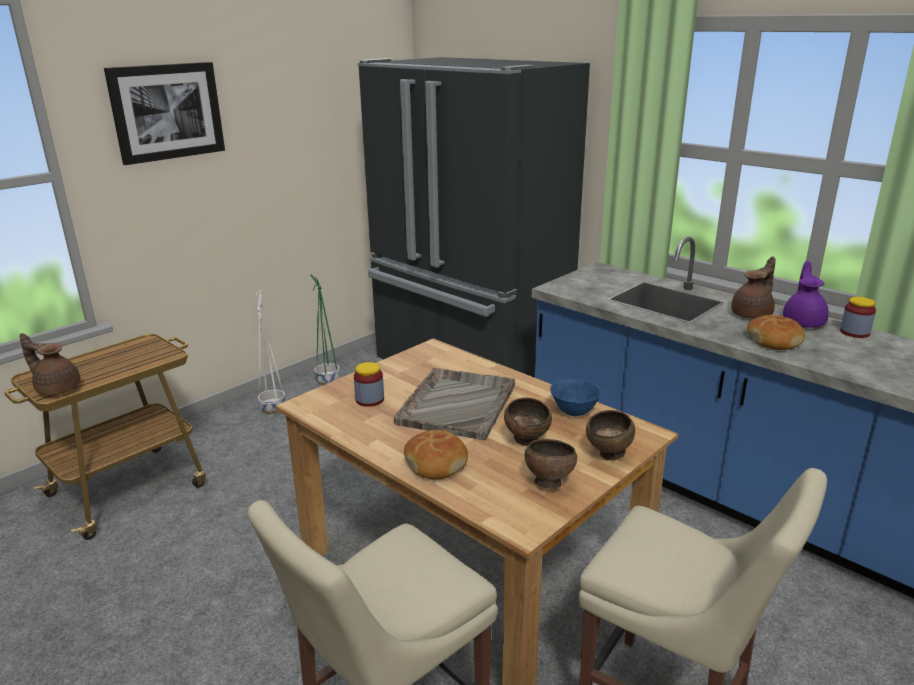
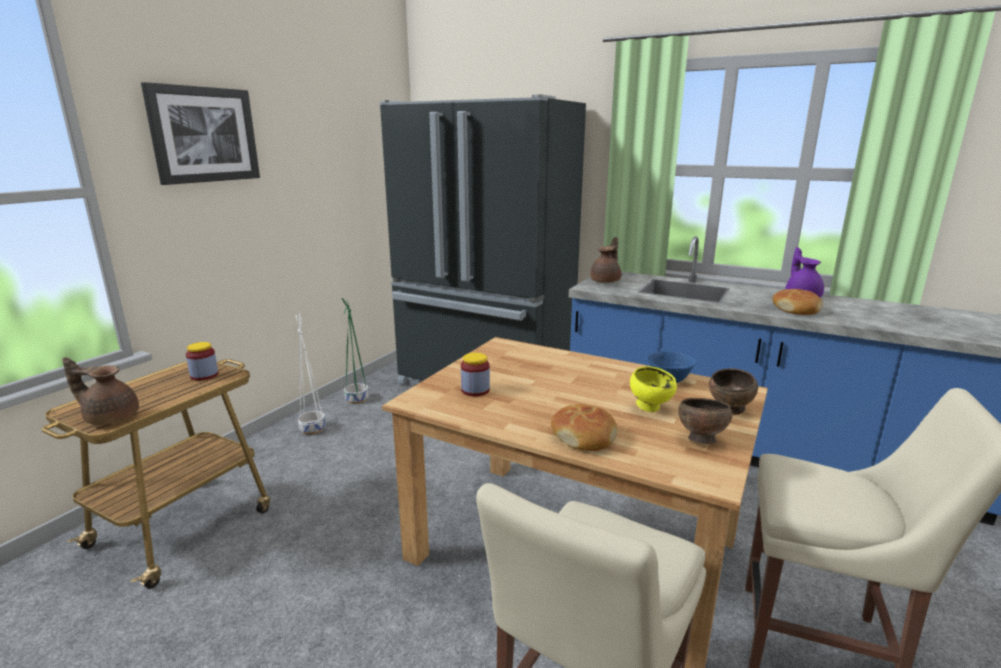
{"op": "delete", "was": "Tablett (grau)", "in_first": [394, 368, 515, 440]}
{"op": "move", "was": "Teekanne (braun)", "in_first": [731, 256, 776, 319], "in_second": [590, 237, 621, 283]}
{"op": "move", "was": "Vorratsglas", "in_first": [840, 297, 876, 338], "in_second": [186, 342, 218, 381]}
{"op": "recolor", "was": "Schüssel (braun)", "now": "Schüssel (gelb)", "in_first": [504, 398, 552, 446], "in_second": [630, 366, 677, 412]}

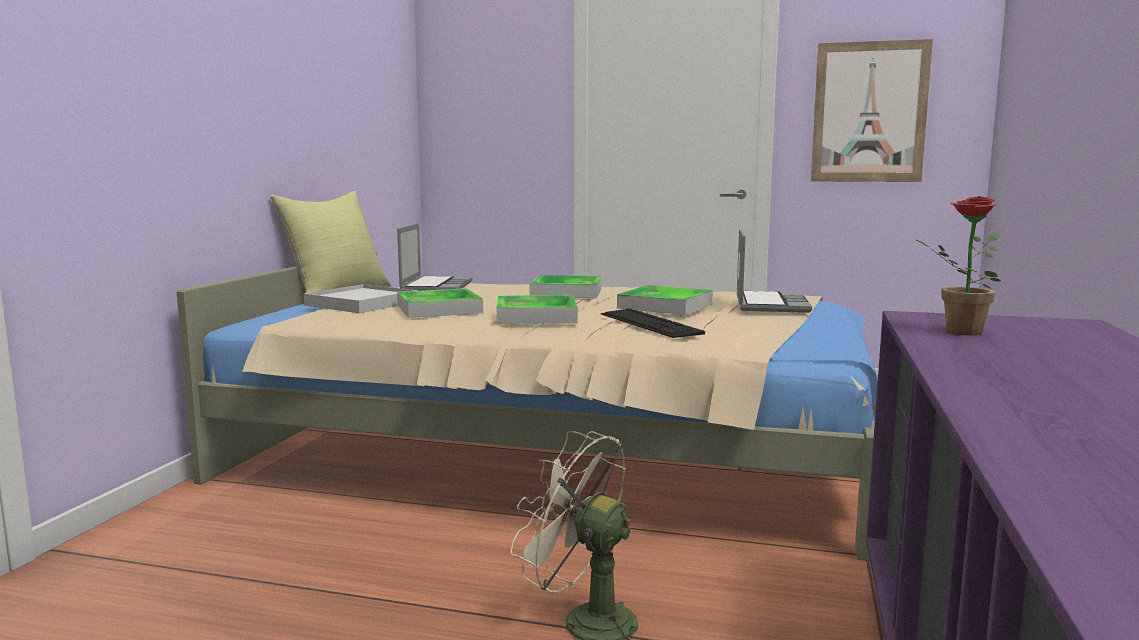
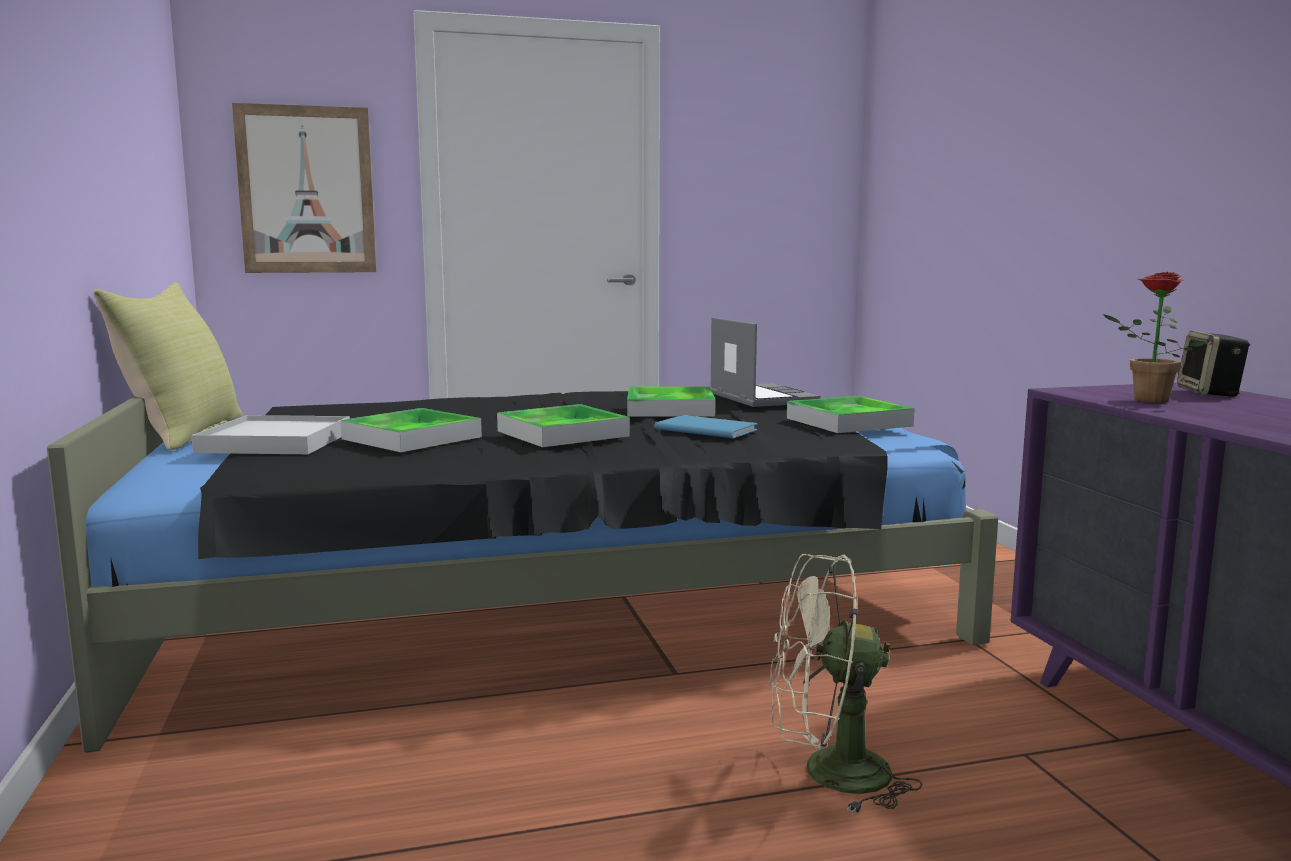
{"op": "delete", "was": "Laptop", "in_first": [397, 223, 472, 291]}
{"op": "insert", "now": "Lautsprecher", "in_second": [1177, 331, 1250, 397]}
{"op": "move", "was": "Tablett", "in_first": [529, 275, 601, 298], "in_second": [787, 396, 915, 433]}
{"op": "move", "was": "Bild", "in_first": [811, 39, 933, 182], "in_second": [232, 103, 376, 273]}
{"op": "replace", "was": "Tastatur", "now": "Buch (blau)", "in_first": [601, 308, 705, 338], "in_second": [654, 415, 758, 438]}
{"op": "recolor", "was": "Bett (beige)", "now": "Bett (schwarz)", "in_first": [177, 251, 878, 561], "in_second": [47, 391, 998, 753]}

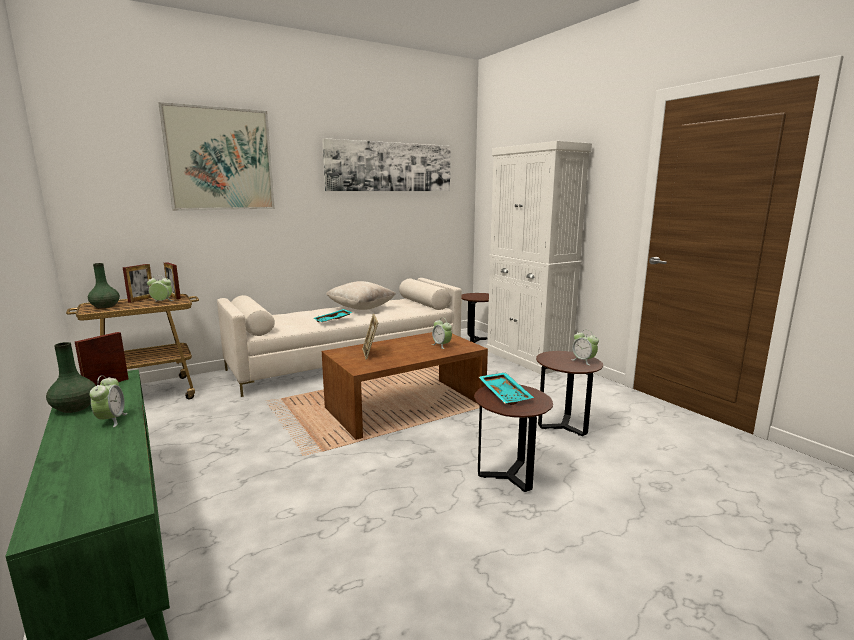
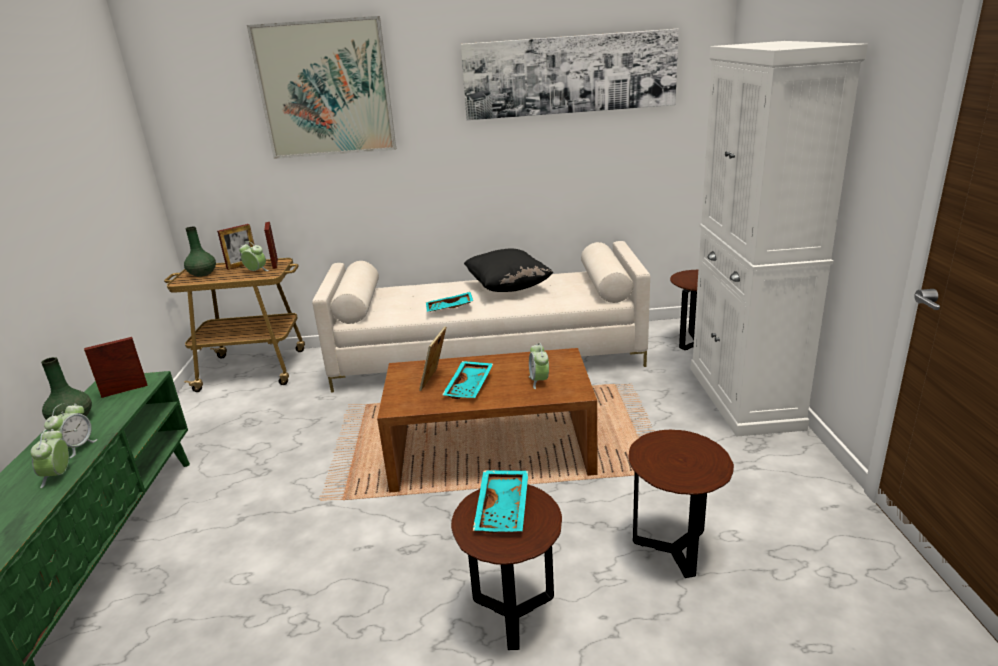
{"op": "insert", "now": "Tablett (türkis)", "in_second": [442, 361, 493, 399]}
{"op": "move", "was": "Wecker", "in_first": [571, 330, 599, 365], "in_second": [30, 429, 69, 488]}
{"op": "recolor", "was": "Kissen (beige)", "now": "Kissen (schwarz)", "in_first": [326, 281, 396, 310], "in_second": [464, 249, 553, 292]}

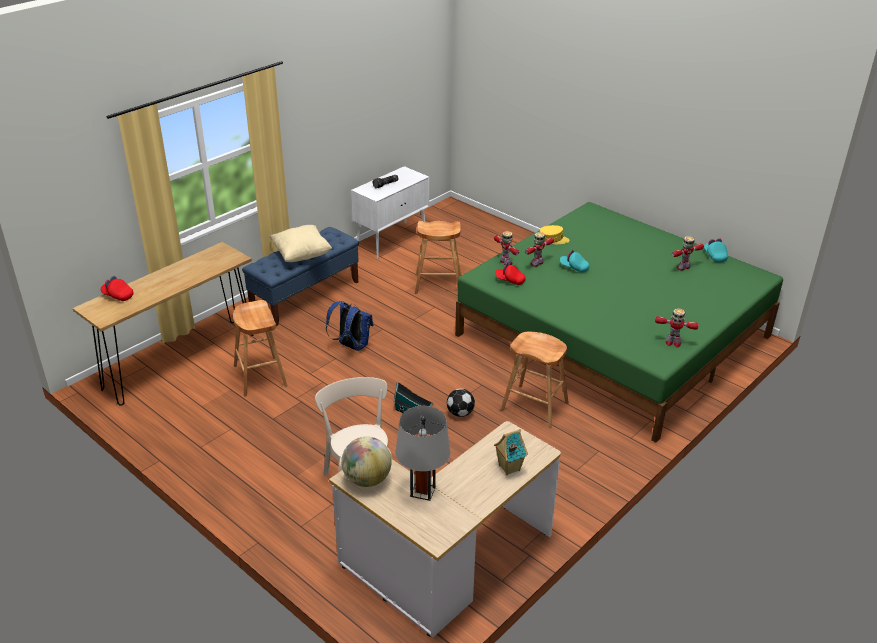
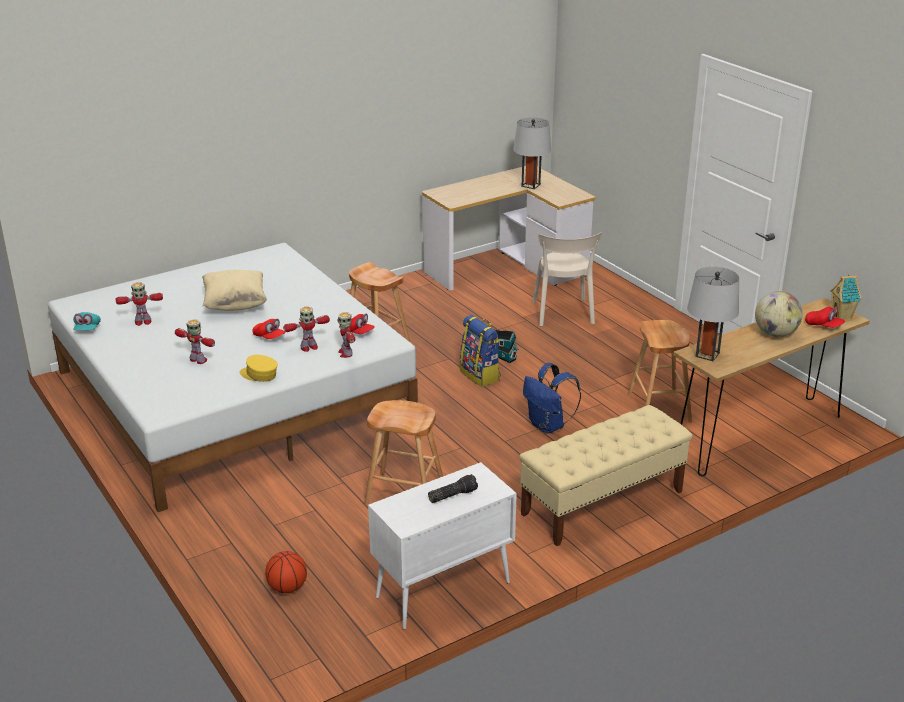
{"op": "delete", "was": "Fußball", "in_first": [447, 389, 475, 417]}
{"op": "insert", "now": "Basketball", "in_second": [265, 551, 307, 593]}
{"op": "insert", "now": "Rucksack", "in_second": [460, 315, 501, 387]}
{"op": "insert", "now": "Tischlampe (grau)", "in_second": [687, 267, 739, 361]}
{"op": "move", "was": "Kissen (beige)", "in_first": [269, 225, 332, 262], "in_second": [202, 270, 267, 311]}
{"op": "move", "was": "Globus", "in_first": [341, 436, 392, 487], "in_second": [755, 291, 803, 337]}
{"op": "move", "was": "Spielzeughaus", "in_first": [494, 429, 528, 475], "in_second": [830, 275, 862, 319]}
{"op": "move", "was": "Spielzeugroboter", "in_first": [655, 308, 699, 347], "in_second": [175, 320, 215, 364]}
{"op": "recolor", "was": "Bank (blau)", "now": "Bank (beige)", "in_first": [242, 227, 359, 326], "in_second": [519, 405, 692, 546]}
{"op": "recolor", "was": "Bett (grün)", "now": "Bett (weiß)", "in_first": [455, 202, 783, 443], "in_second": [48, 243, 418, 512]}
{"op": "recolor", "was": "Kappe (türkis)", "now": "Kappe (rot)", "in_first": [560, 249, 589, 273], "in_second": [252, 319, 286, 339]}

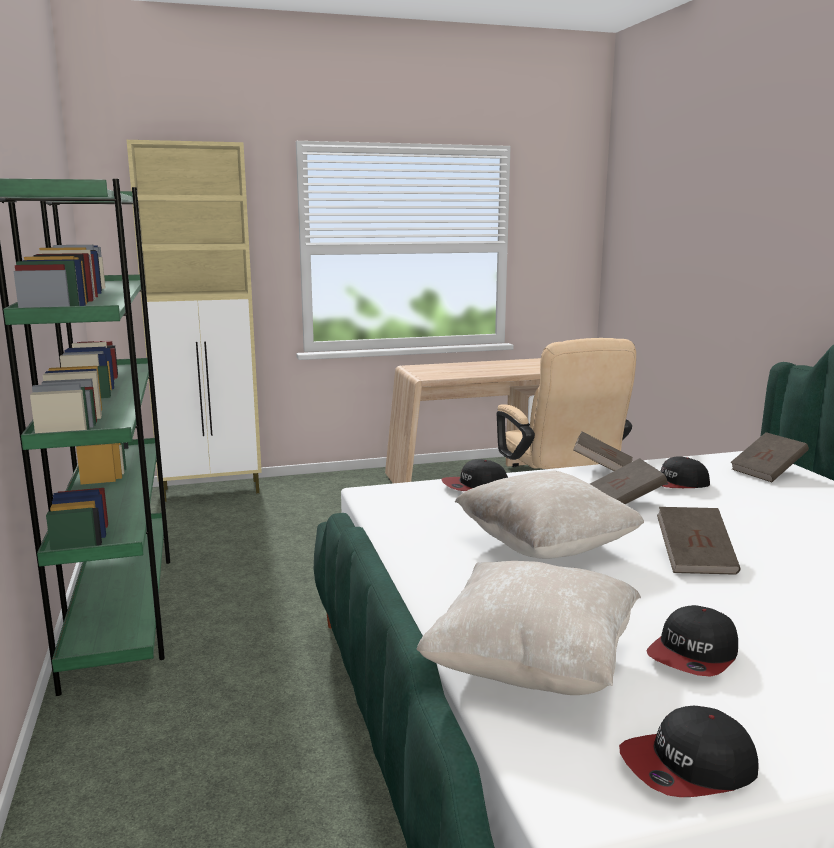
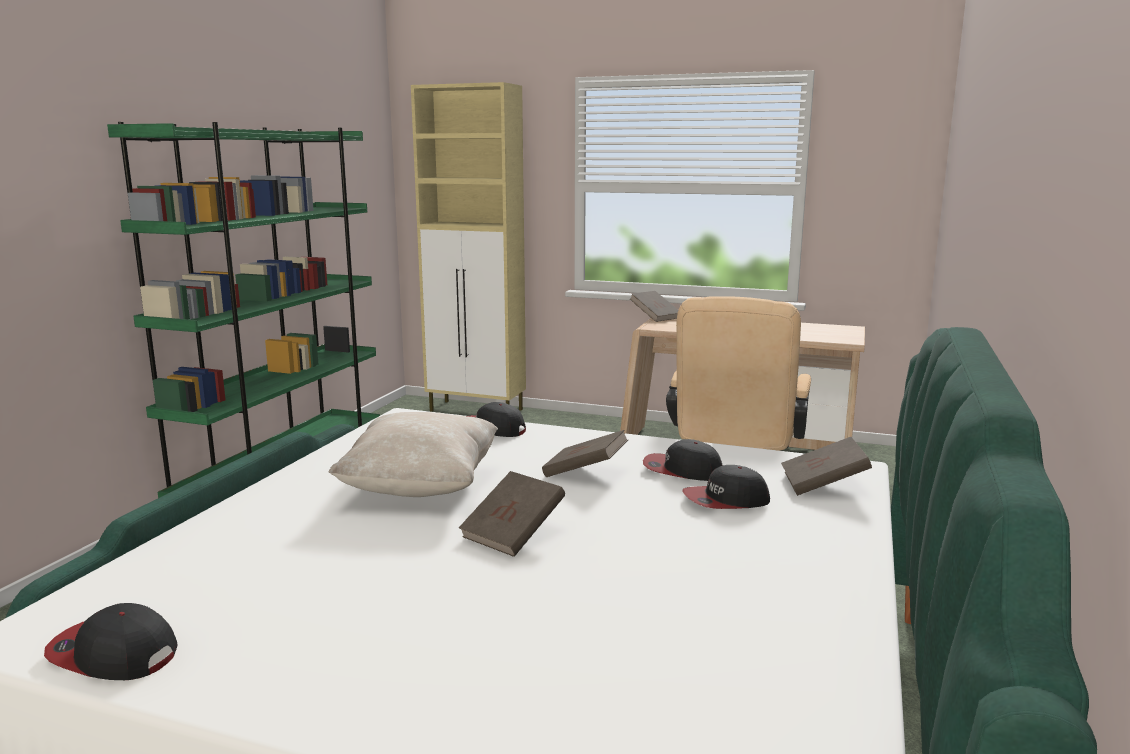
{"op": "delete", "was": "Kissen (beige)", "in_first": [416, 561, 641, 695]}
{"op": "move", "was": "Buch (braun)", "in_first": [573, 432, 633, 471], "in_second": [630, 291, 678, 322]}
{"op": "move", "was": "Kappe", "in_first": [647, 605, 738, 677], "in_second": [682, 465, 770, 509]}

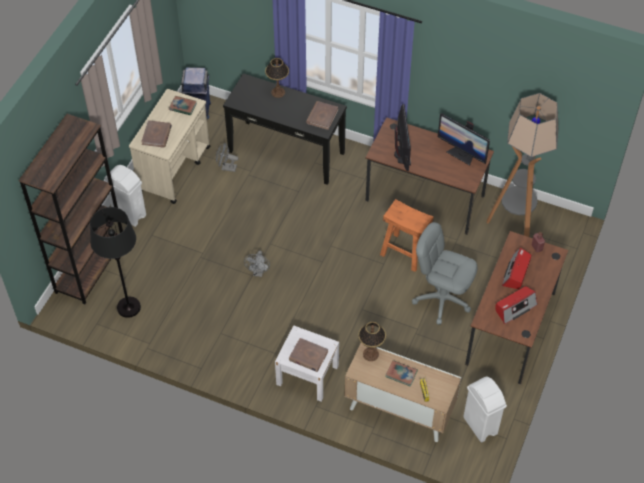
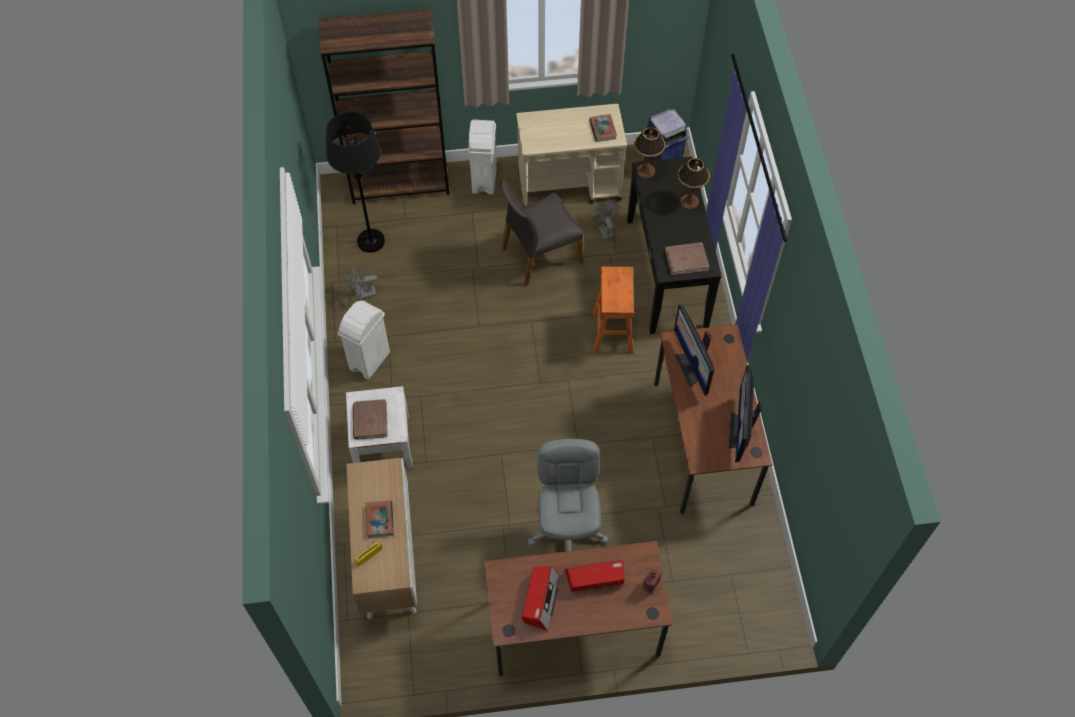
{"op": "delete", "was": "Buch (braun)", "in_first": [141, 120, 172, 148]}
{"op": "delete", "was": "Stehlampe", "in_first": [487, 93, 558, 237]}
{"op": "insert", "now": "Stuhl (grau)", "in_second": [501, 180, 583, 286]}
{"op": "move", "was": "Ventilator (grau)", "in_first": [244, 251, 270, 277], "in_second": [347, 266, 377, 300]}
{"op": "move", "was": "Tischlampe", "in_first": [358, 322, 386, 361], "in_second": [634, 127, 665, 178]}
{"op": "move", "was": "Hocker (orange)", "in_first": [380, 199, 434, 272], "in_second": [593, 266, 634, 354]}
{"op": "move", "was": "Mülleimer (weiß)", "in_first": [463, 376, 507, 442], "in_second": [338, 301, 390, 380]}
{"op": "rotate", "was": "Monitor", "in_first": [394, 104, 411, 171], "in_second": [674, 304, 714, 396], "clockwise": 105}
{"op": "rotate", "was": "Radio", "in_first": [495, 286, 538, 324], "in_second": [522, 566, 560, 631], "clockwise": -105}

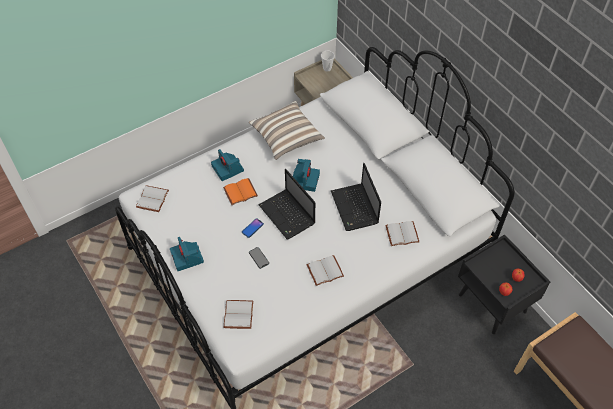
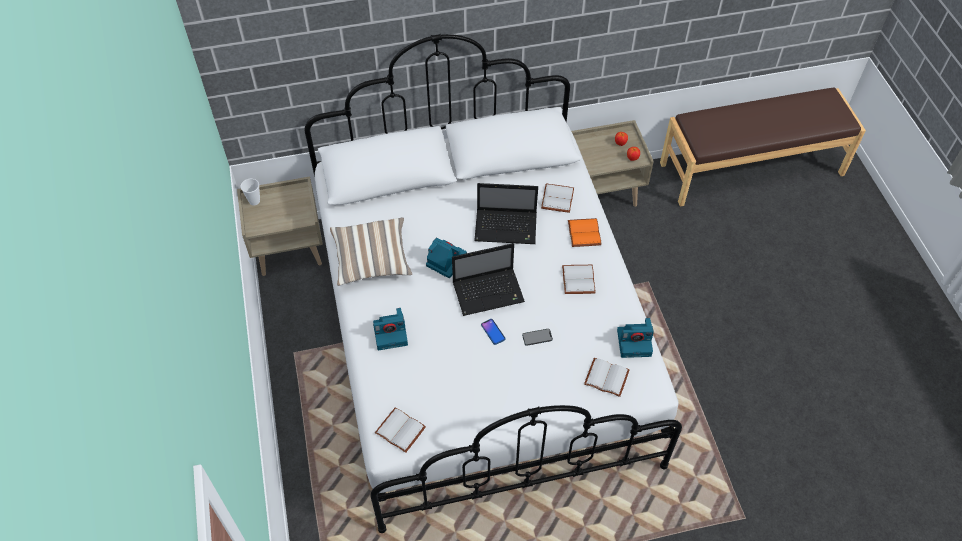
{"op": "move", "was": "Kamera", "in_first": [170, 237, 204, 271], "in_second": [617, 318, 654, 358]}
{"op": "move", "was": "Buch (orange)", "in_first": [223, 178, 258, 205], "in_second": [568, 218, 602, 247]}
{"op": "recolor", "was": "Nachttisch (schwarz)", "now": "Nachttisch (beige)", "in_first": [458, 234, 550, 334], "in_second": [571, 120, 654, 207]}

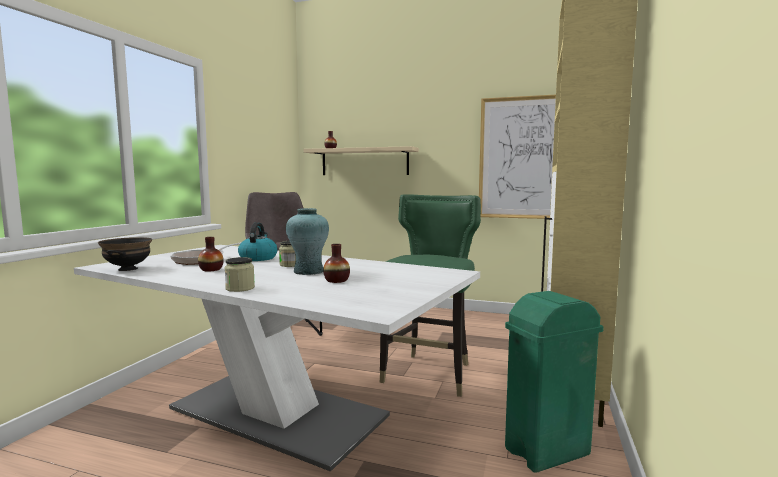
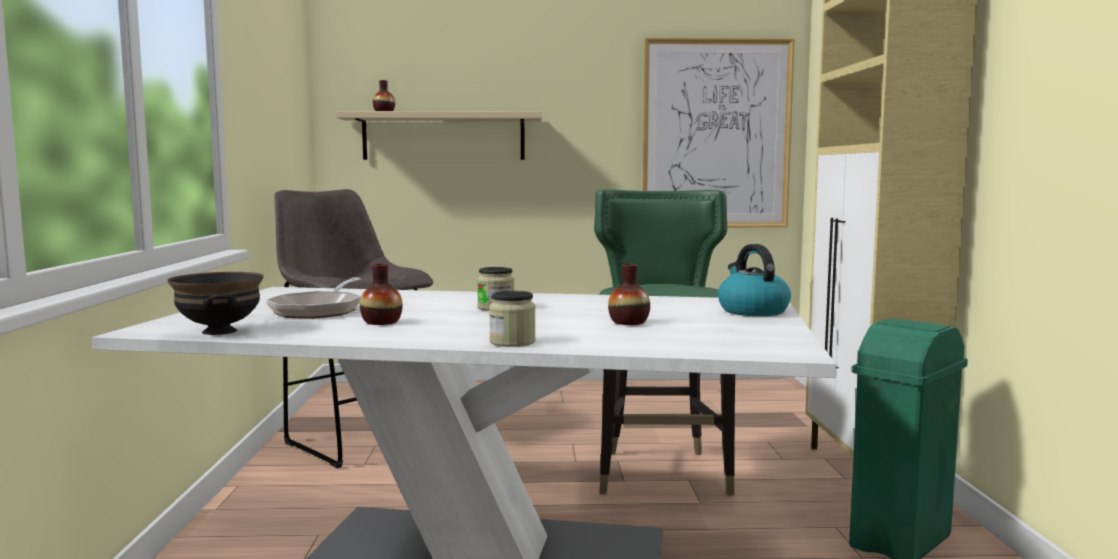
{"op": "delete", "was": "Vase (türkis)", "in_first": [286, 208, 329, 275]}
{"op": "move", "was": "Wasserkessel", "in_first": [238, 223, 278, 261], "in_second": [718, 244, 791, 316]}

